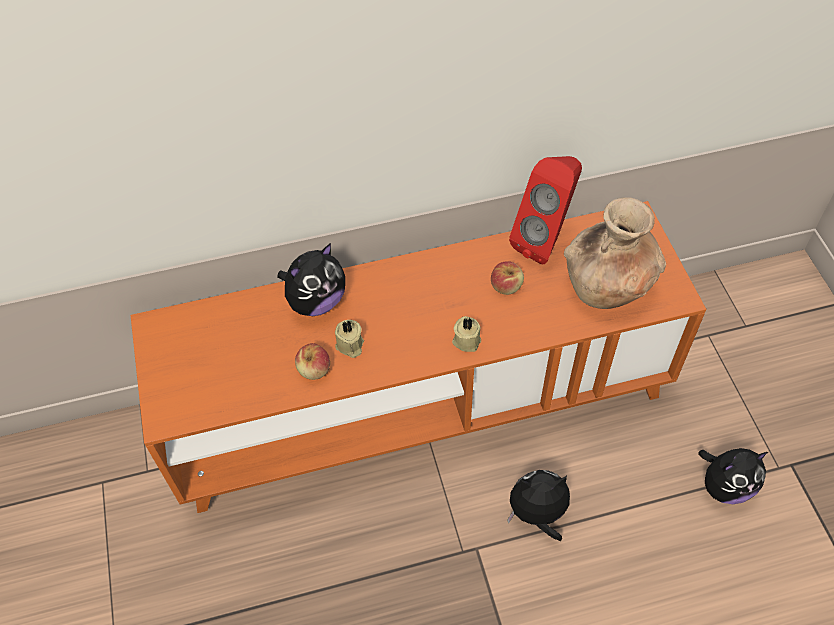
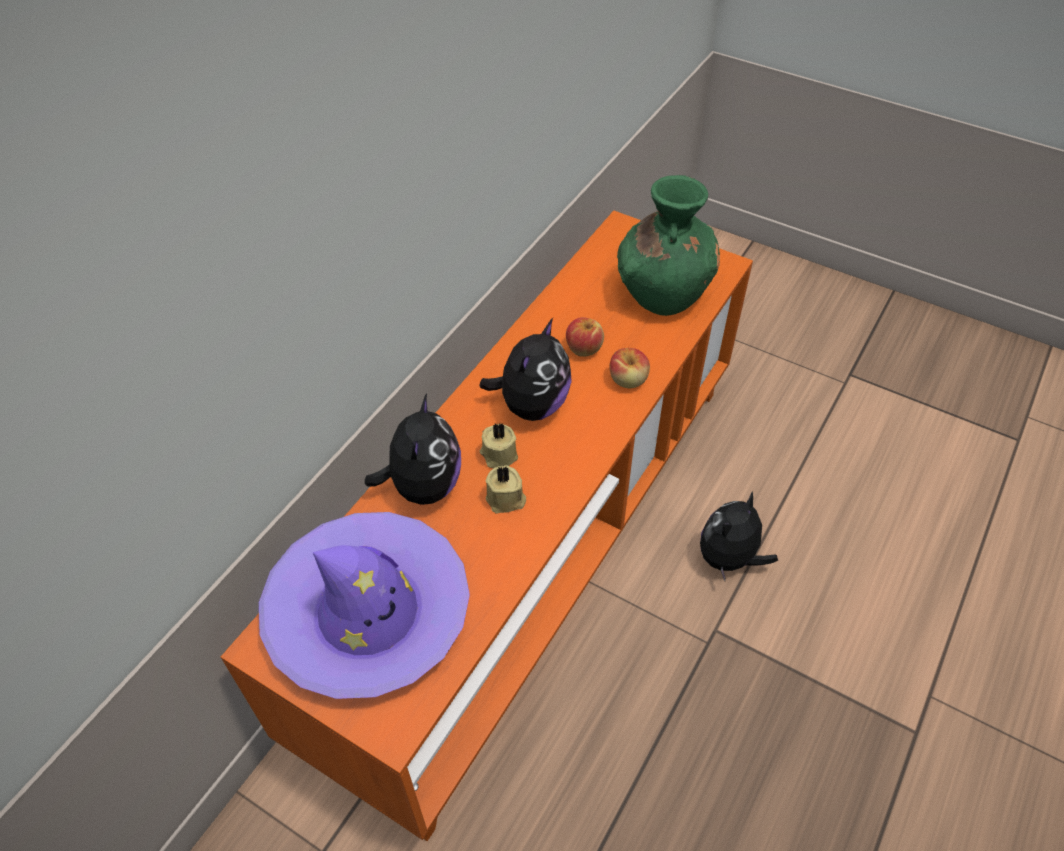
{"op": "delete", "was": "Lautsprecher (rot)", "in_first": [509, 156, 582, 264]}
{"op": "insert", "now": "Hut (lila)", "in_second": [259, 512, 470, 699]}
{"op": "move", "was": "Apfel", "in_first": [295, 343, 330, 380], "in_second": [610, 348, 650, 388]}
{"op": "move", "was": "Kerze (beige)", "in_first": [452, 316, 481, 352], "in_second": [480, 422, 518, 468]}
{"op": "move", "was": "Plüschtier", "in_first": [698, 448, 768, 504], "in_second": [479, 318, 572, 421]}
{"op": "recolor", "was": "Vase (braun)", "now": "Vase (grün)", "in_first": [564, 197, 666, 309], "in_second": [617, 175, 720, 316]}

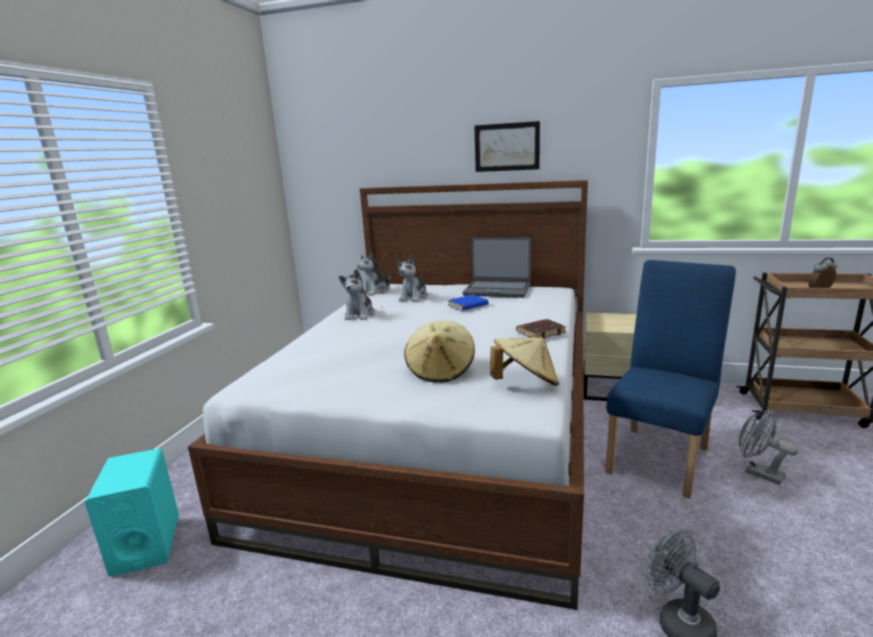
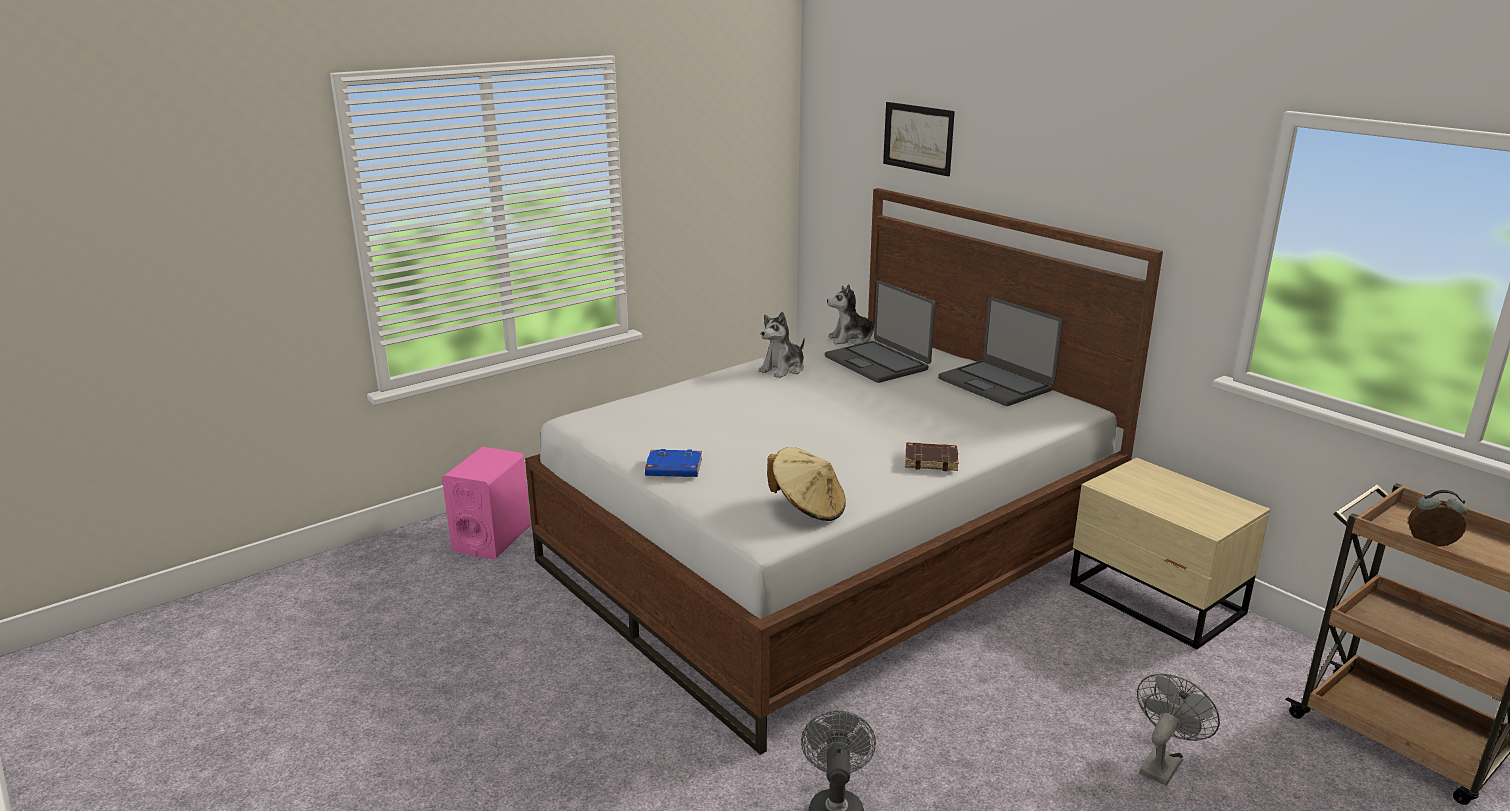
{"op": "delete", "was": "Hut (beige)", "in_first": [404, 321, 475, 383]}
{"op": "delete", "was": "Stuhl (blau)", "in_first": [605, 260, 736, 499]}
{"op": "move", "was": "Buch (blau)", "in_first": [447, 294, 488, 311], "in_second": [645, 449, 702, 477]}
{"op": "move", "was": "Bild", "in_first": [474, 121, 540, 172], "in_second": [883, 102, 955, 176]}
{"op": "replace", "was": "Plüschtier", "now": "Laptop", "in_first": [396, 255, 428, 302], "in_second": [825, 280, 935, 383]}
{"op": "recolor", "was": "Lautsprecher (türkis)", "now": "Lautsprecher (rosa)", "in_first": [85, 449, 179, 576], "in_second": [442, 447, 531, 560]}
{"op": "rotate", "was": "Ventilator (grau)", "in_first": [739, 410, 798, 485], "in_second": [1137, 674, 1220, 786], "clockwise": 45}

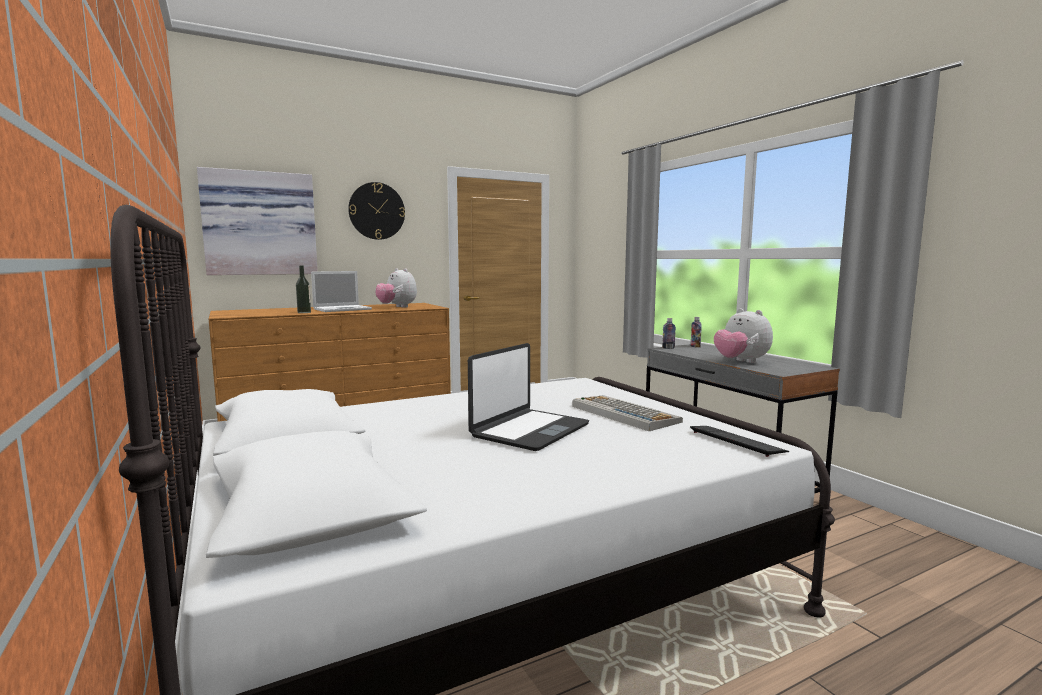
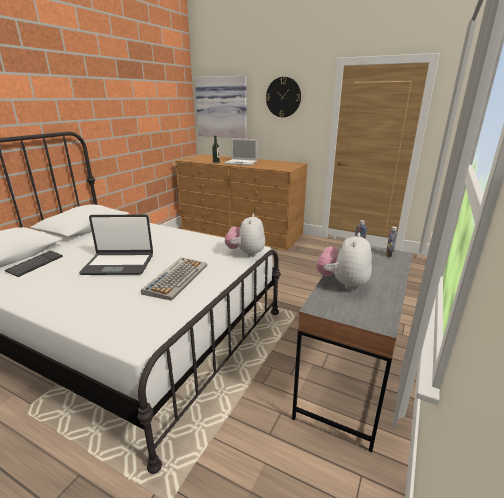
{"op": "move", "was": "Plüschtier", "in_first": [375, 268, 417, 308], "in_second": [225, 214, 265, 257]}
{"op": "move", "was": "Tastatur", "in_first": [690, 426, 789, 457], "in_second": [5, 251, 63, 277]}

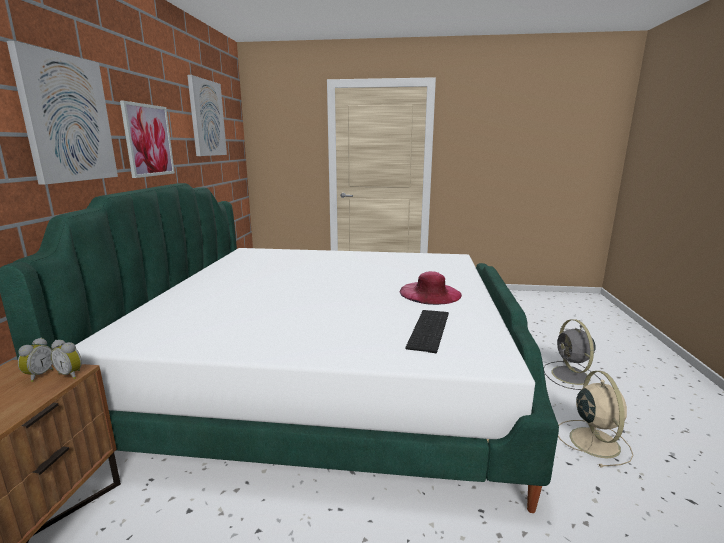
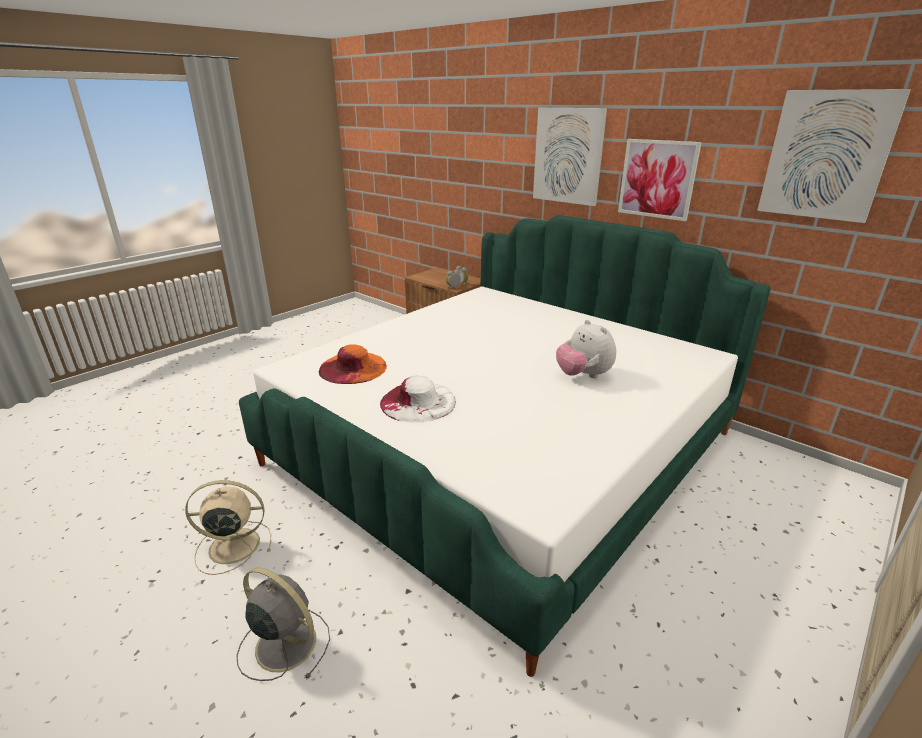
{"op": "insert", "now": "Plüschtier", "in_second": [556, 320, 616, 378]}
{"op": "replace", "was": "Tastatur", "now": "Hut (orange)", "in_first": [405, 310, 449, 353], "in_second": [319, 344, 387, 384]}
{"op": "recolor", "was": "Hut (rosa)", "now": "Hut (weiß)", "in_first": [399, 271, 462, 305], "in_second": [380, 376, 456, 423]}
{"op": "rotate", "was": "Ventilator (beige)", "in_first": [558, 371, 633, 467], "in_second": [185, 480, 271, 575], "clockwise": 135}

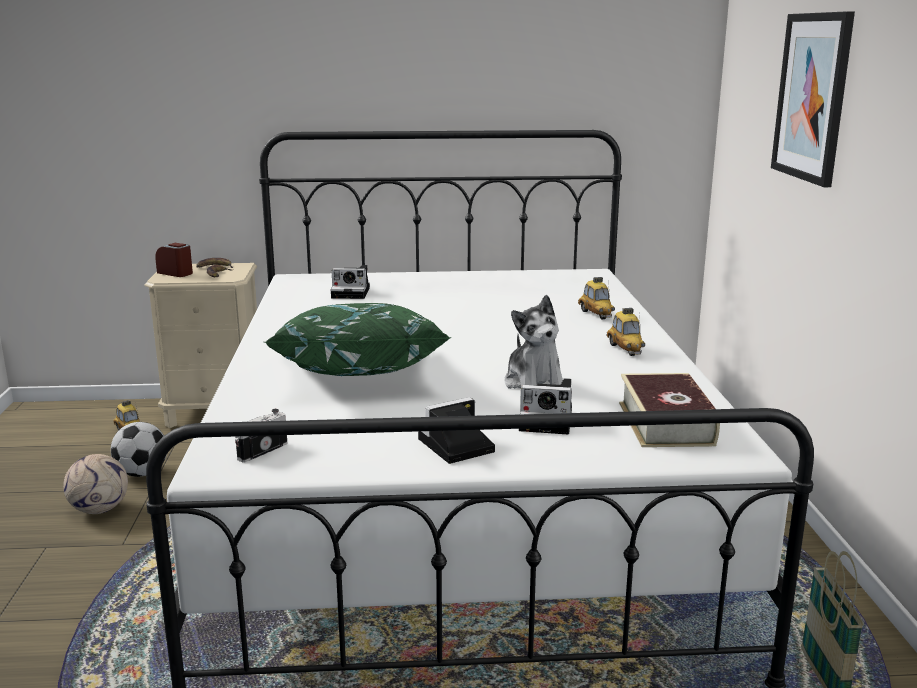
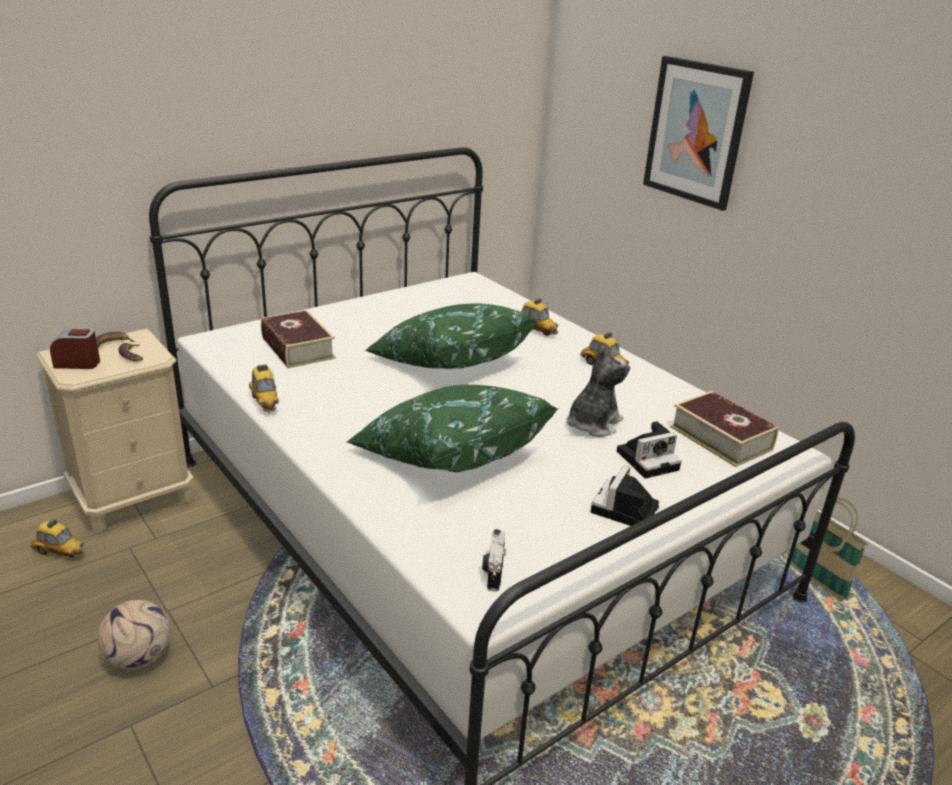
{"op": "delete", "was": "Fußball", "in_first": [111, 422, 167, 477]}
{"op": "insert", "now": "Spielzeugauto", "in_second": [249, 364, 279, 413]}
{"op": "insert", "now": "Kissen (grün)", "in_second": [364, 303, 539, 369]}
{"op": "replace", "was": "Kamera", "now": "Buch", "in_first": [330, 265, 370, 299], "in_second": [261, 310, 336, 368]}
{"op": "rotate", "was": "Plüschtier", "in_first": [505, 295, 563, 389], "in_second": [567, 346, 630, 437], "clockwise": -90}

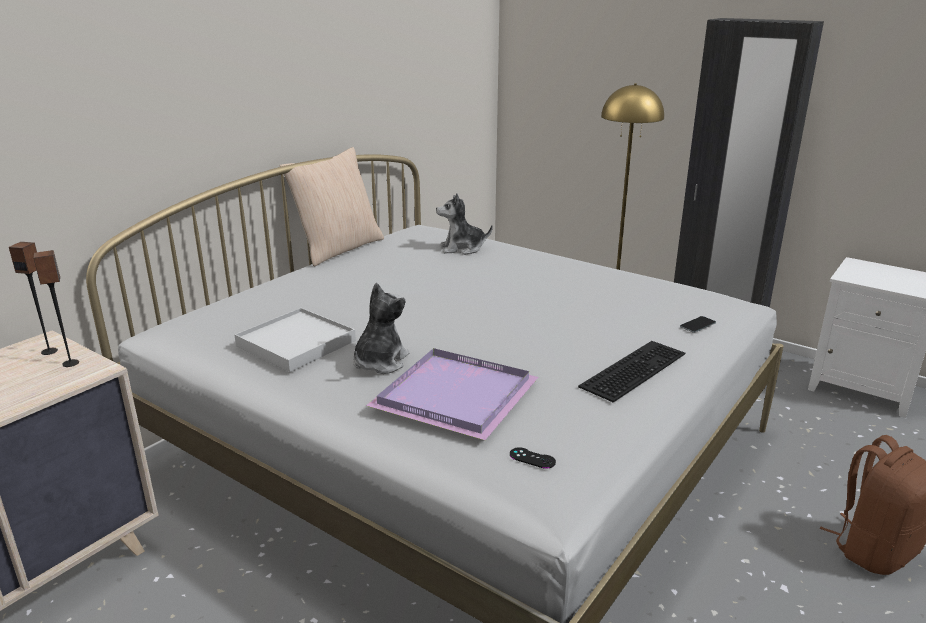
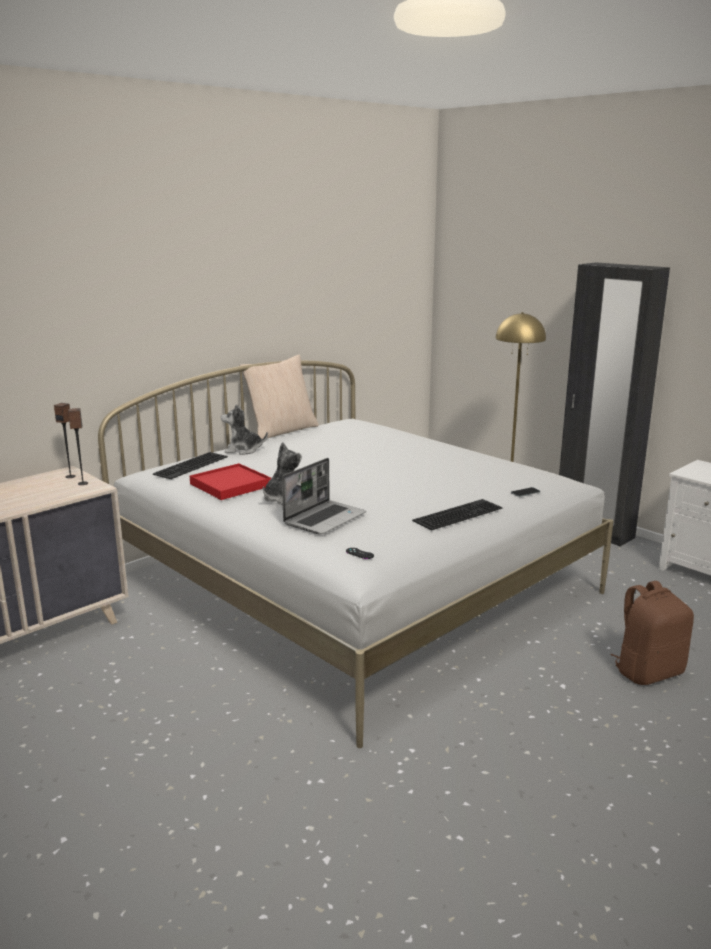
{"op": "insert", "now": "Tastatur", "in_second": [153, 452, 228, 479]}
{"op": "move", "was": "Plüschtier", "in_first": [436, 193, 493, 255], "in_second": [221, 404, 268, 455]}
{"op": "replace", "was": "Tablett (lila)", "now": "Laptop", "in_first": [366, 348, 538, 440], "in_second": [282, 458, 366, 534]}
{"op": "recolor", "was": "Tablett (weiß)", "now": "Tablett (rot)", "in_first": [234, 308, 356, 372], "in_second": [190, 463, 271, 500]}

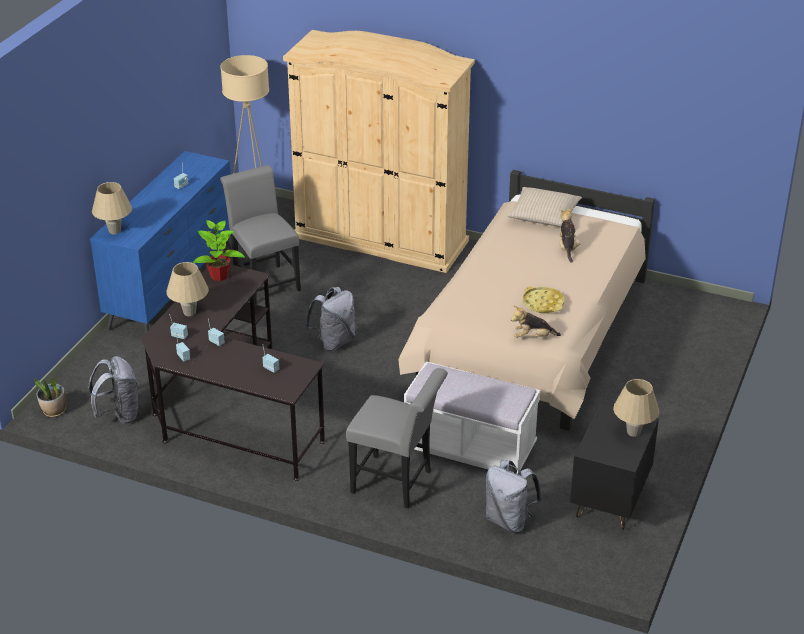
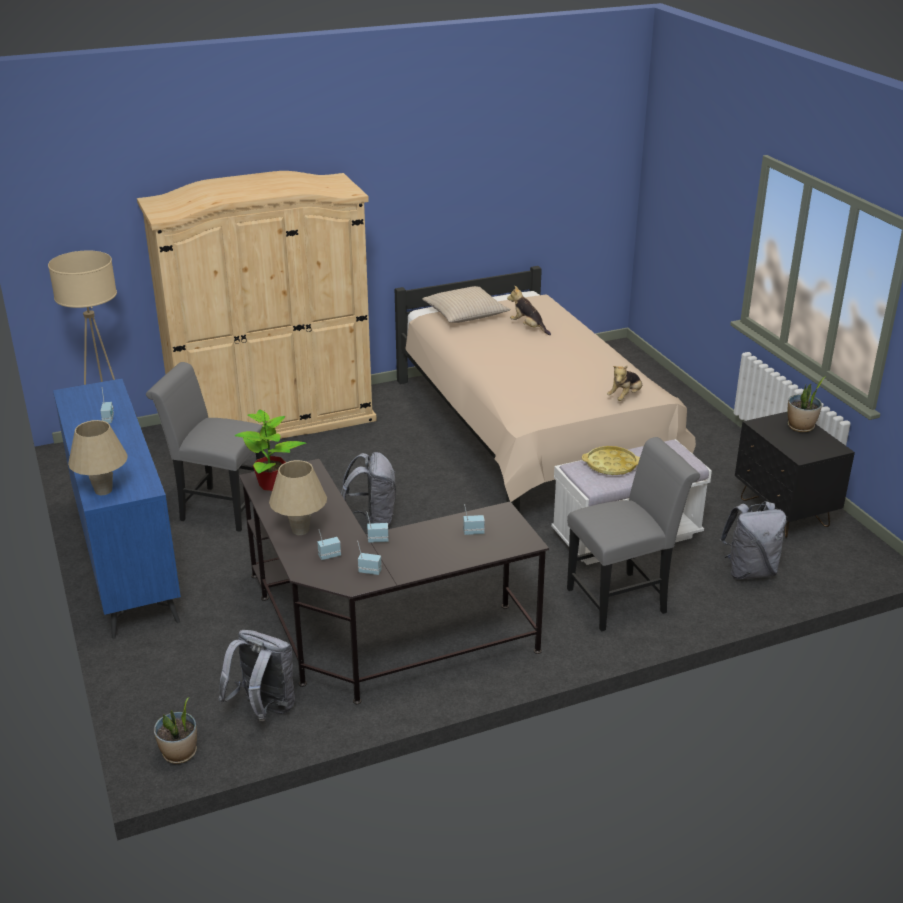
{"op": "move", "was": "Tablett (gelb)", "in_first": [523, 286, 564, 313], "in_second": [582, 446, 640, 475]}
{"op": "replace", "was": "Tischlampe (beige)", "now": "Topfpflanze", "in_first": [613, 379, 659, 437], "in_second": [788, 377, 825, 432]}

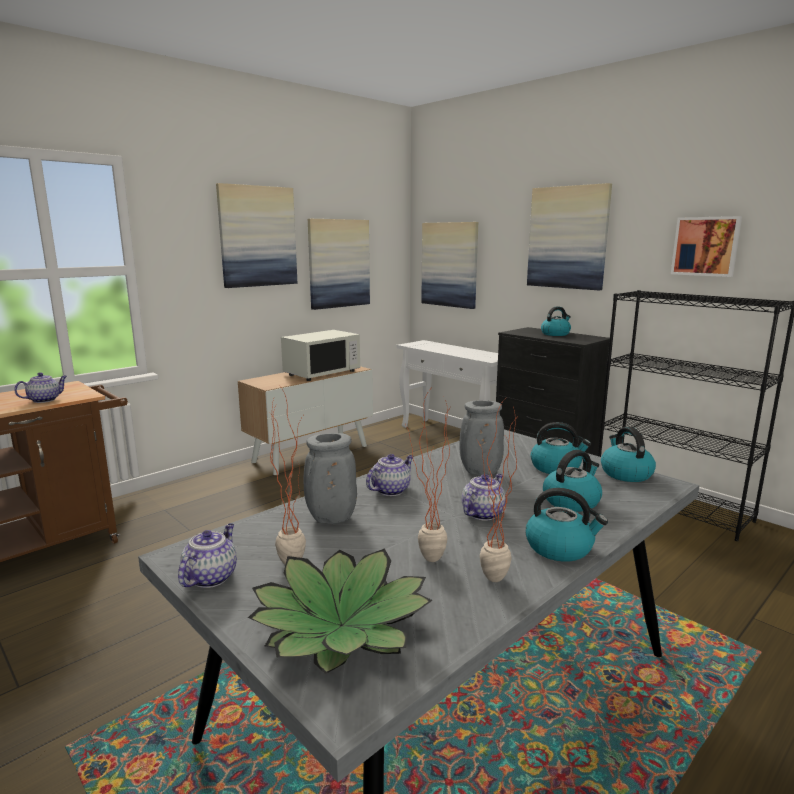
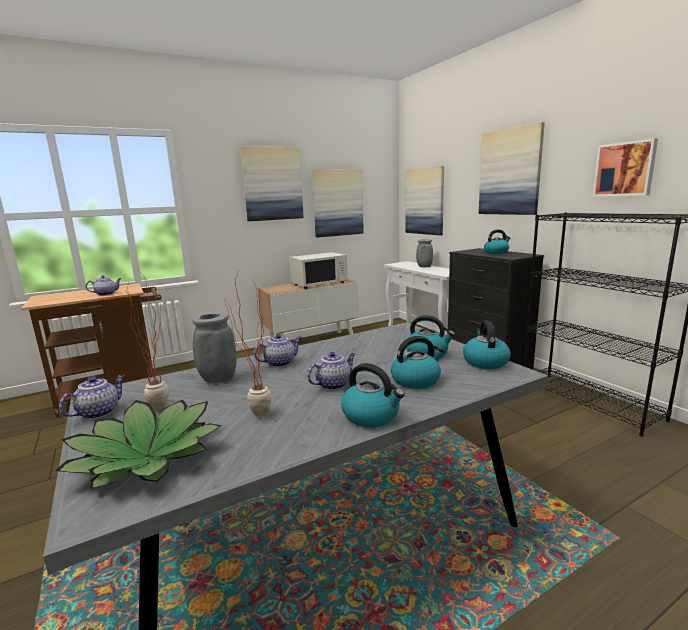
{"op": "delete", "was": "Topfpflanze", "in_first": [477, 399, 517, 582]}
{"op": "move", "was": "Vase (grau)", "in_first": [459, 400, 504, 476], "in_second": [416, 240, 433, 267]}

